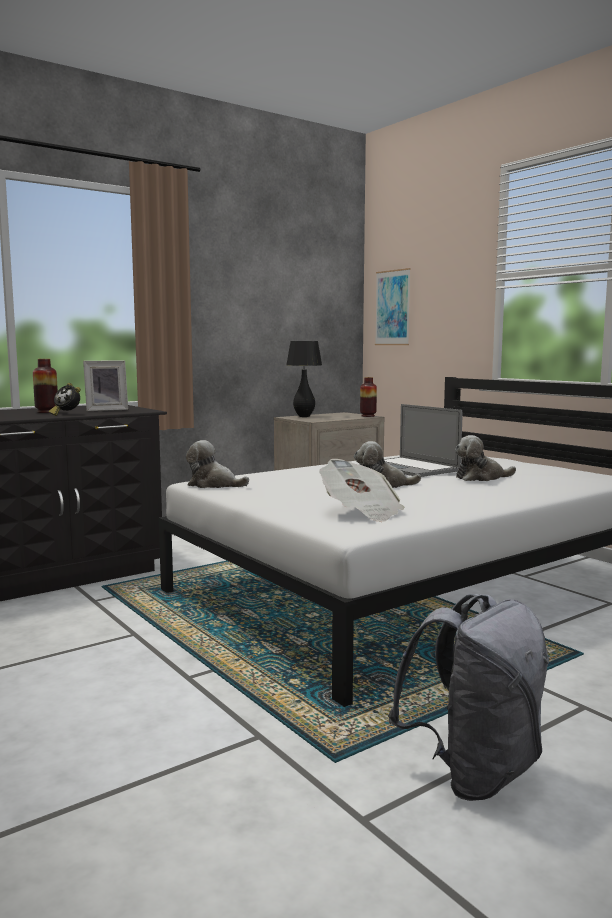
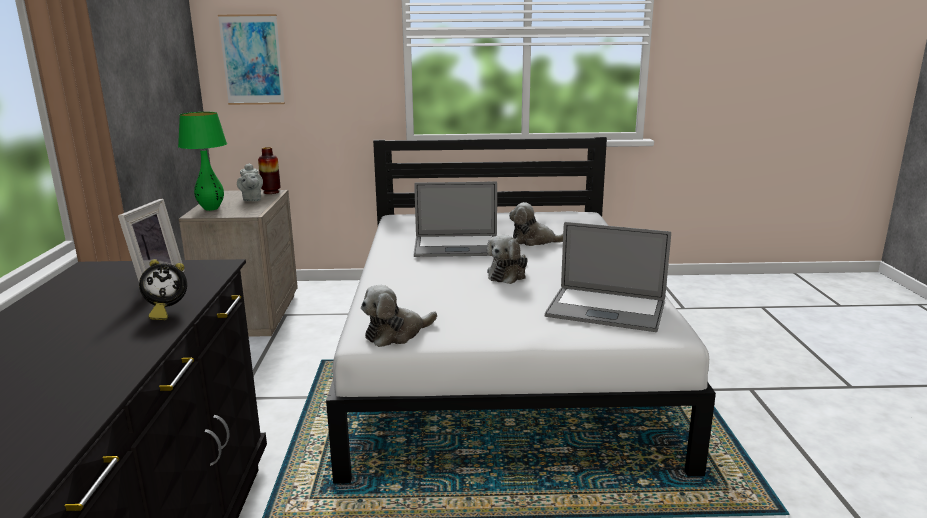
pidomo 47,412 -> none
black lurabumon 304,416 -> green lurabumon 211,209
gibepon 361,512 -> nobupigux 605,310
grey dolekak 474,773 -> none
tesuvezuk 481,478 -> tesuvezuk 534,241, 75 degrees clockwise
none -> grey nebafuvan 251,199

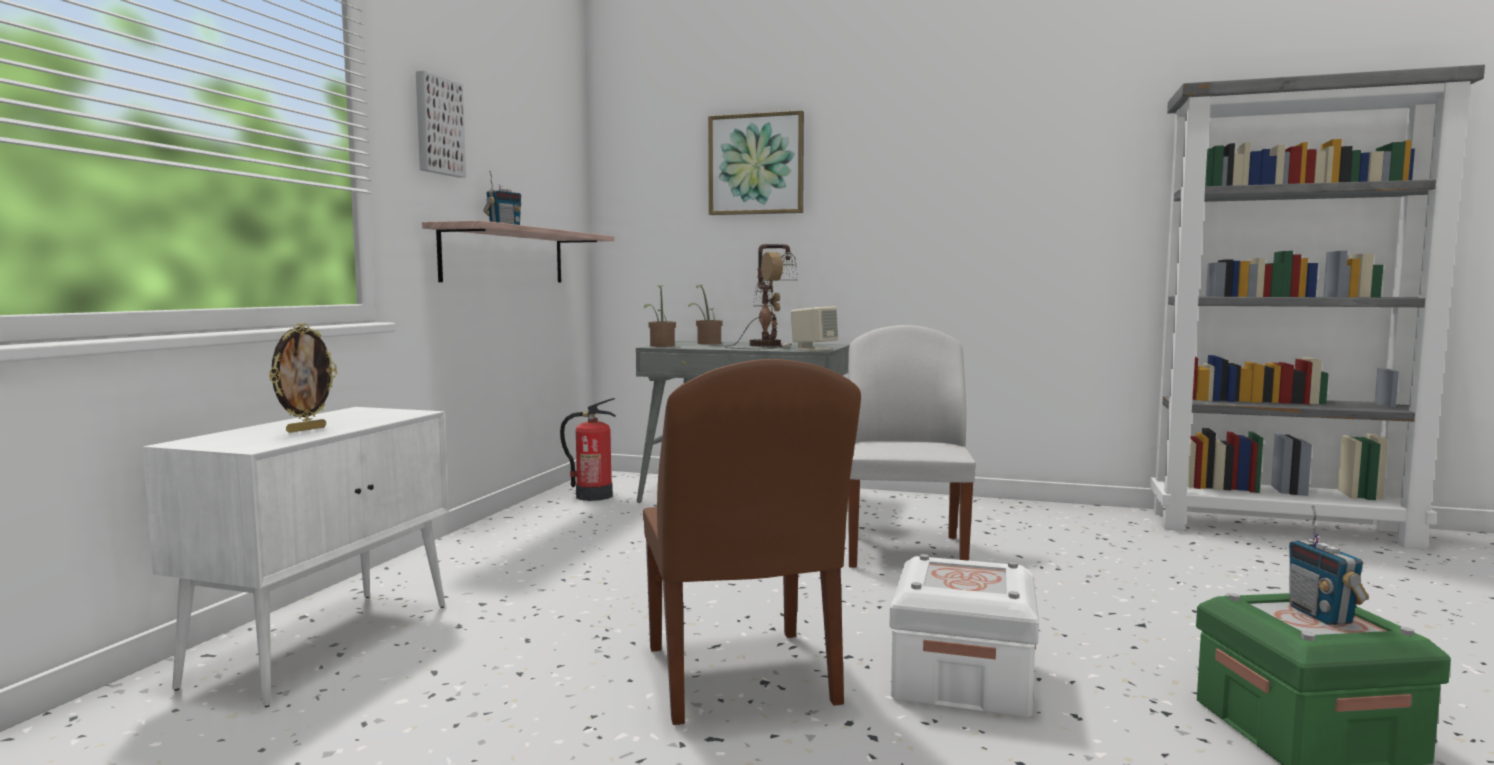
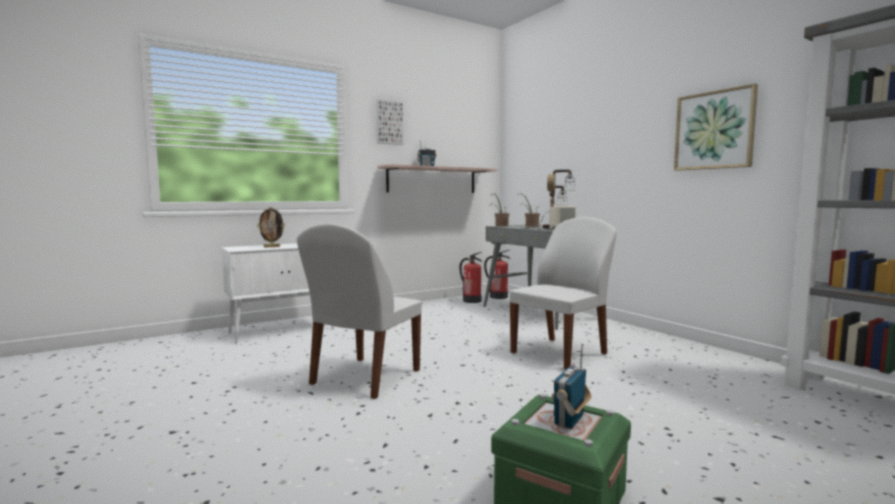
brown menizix 740,679 -> white menizix 364,378
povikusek 756,164 -> povikusek 714,130, moved
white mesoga 962,680 -> none
none -> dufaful 498,297

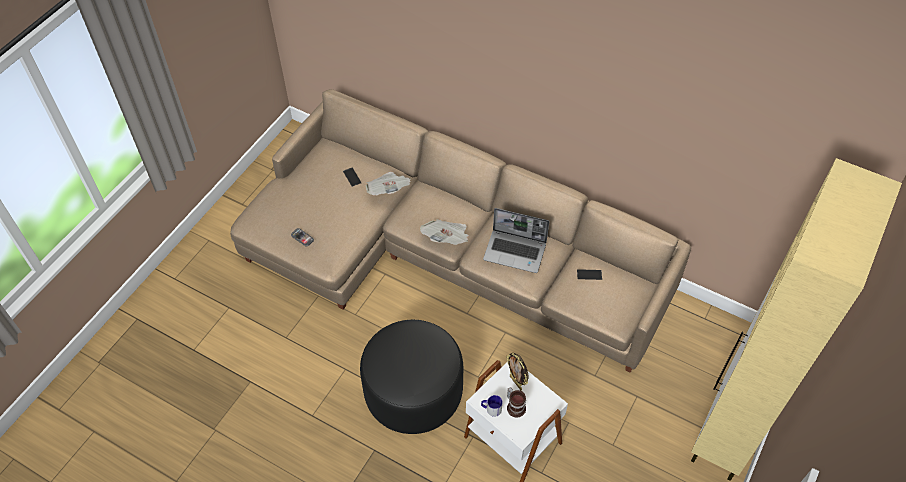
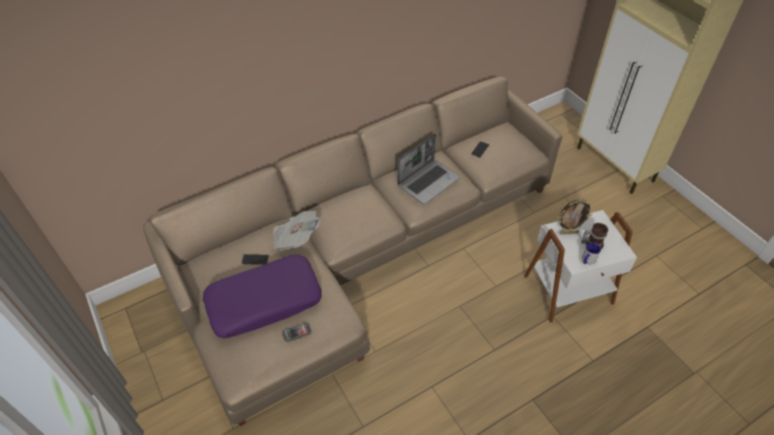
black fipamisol 414,392 -> none
gibepon 446,239 -> none
none -> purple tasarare 264,301

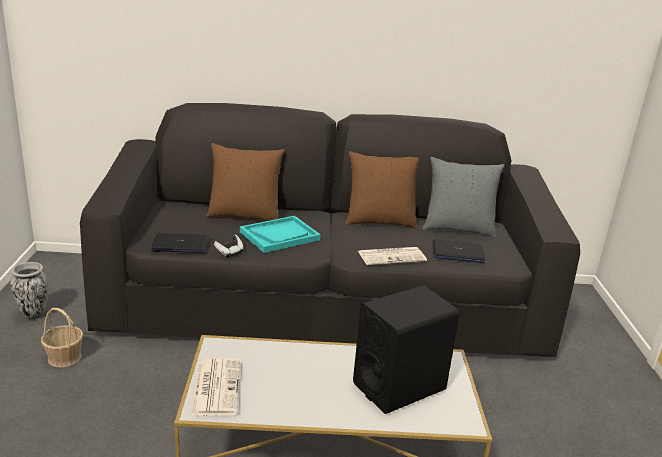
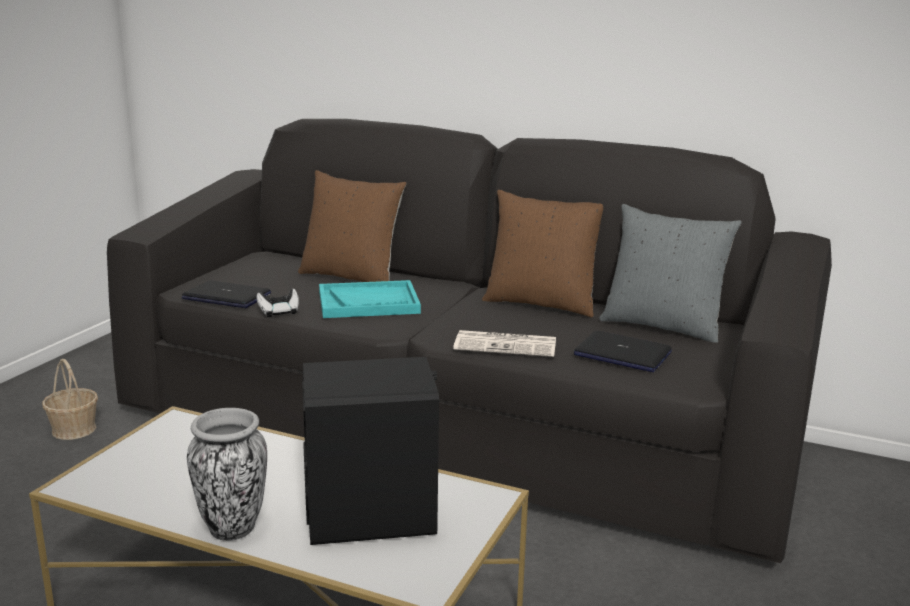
pidomo 33,314 -> pidomo 232,528, moved
gibepon 216,387 -> none

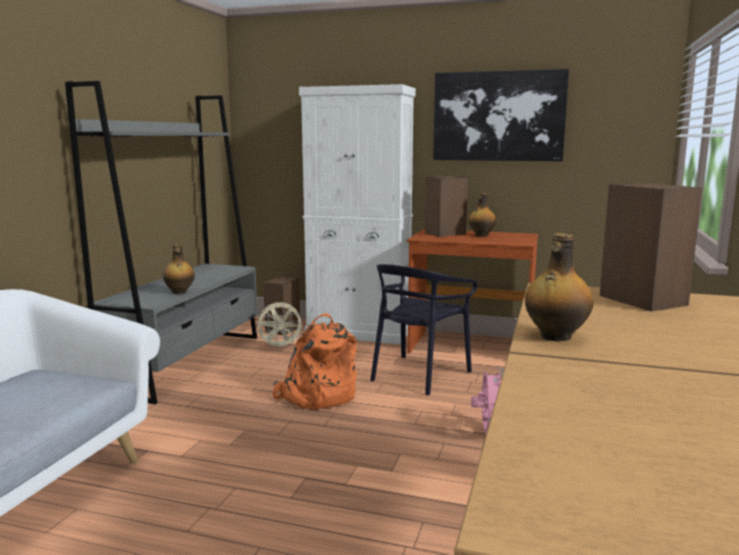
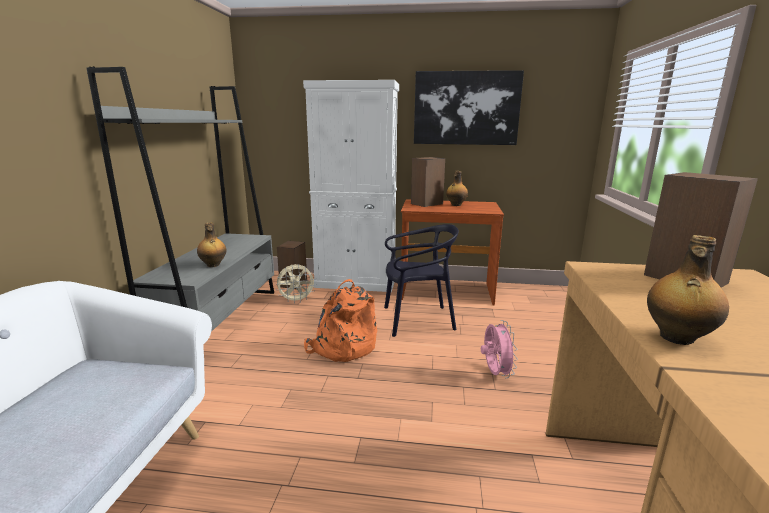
black menizix 419,375 -> black menizix 417,320, 120 degrees counterclockwise

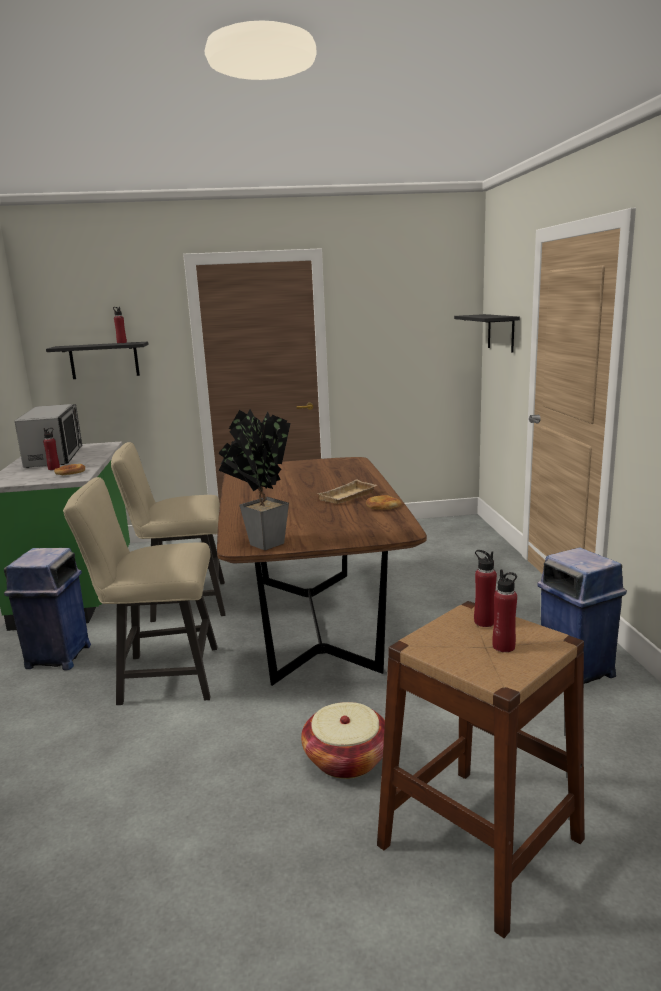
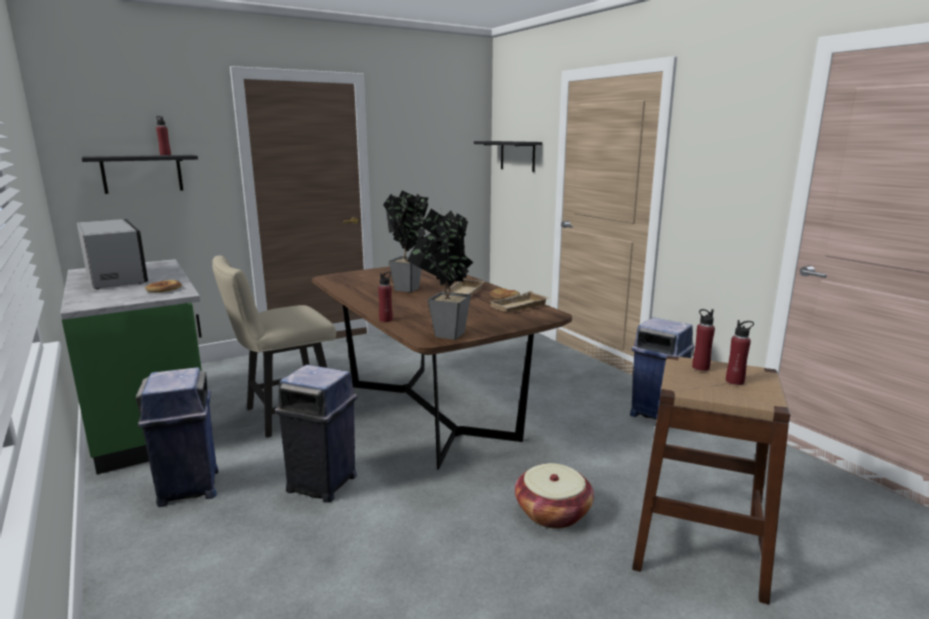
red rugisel 54,468 -> red rugisel 386,320, moved
beige menizix 160,677 -> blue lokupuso 323,484
none -> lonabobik 409,290
none -> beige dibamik 519,307

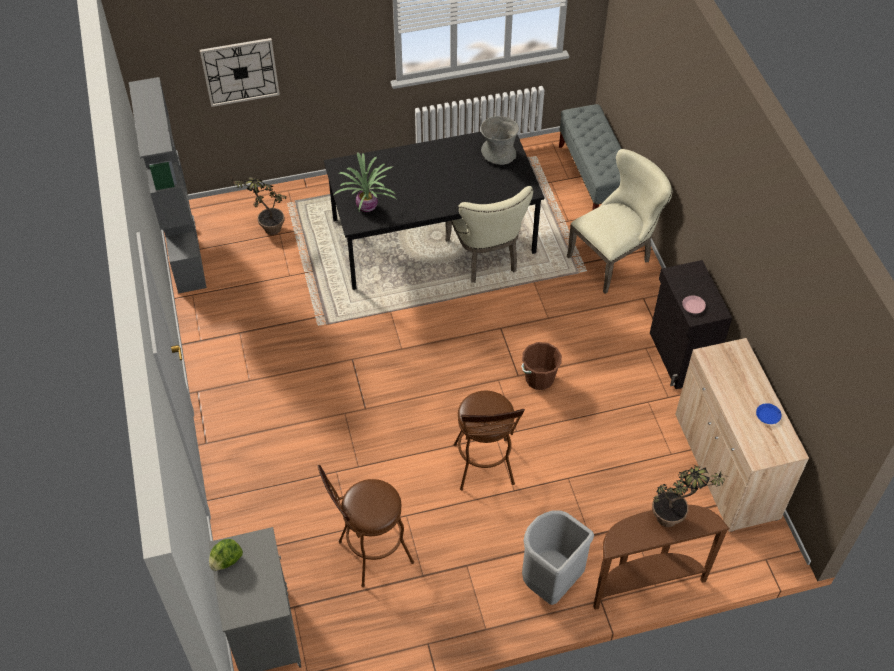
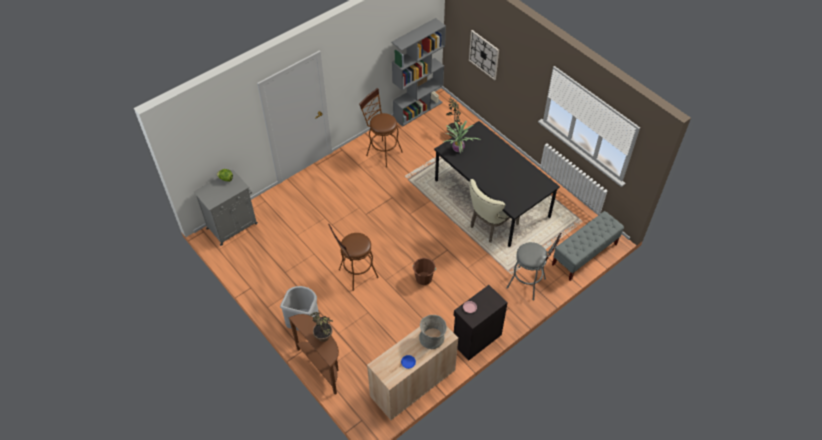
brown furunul 370,555 -> brown furunul 381,152, moved
grey pidomo 498,153 -> grey pidomo 432,338, moved
beige menizix 614,258 -> grey furunul 529,284

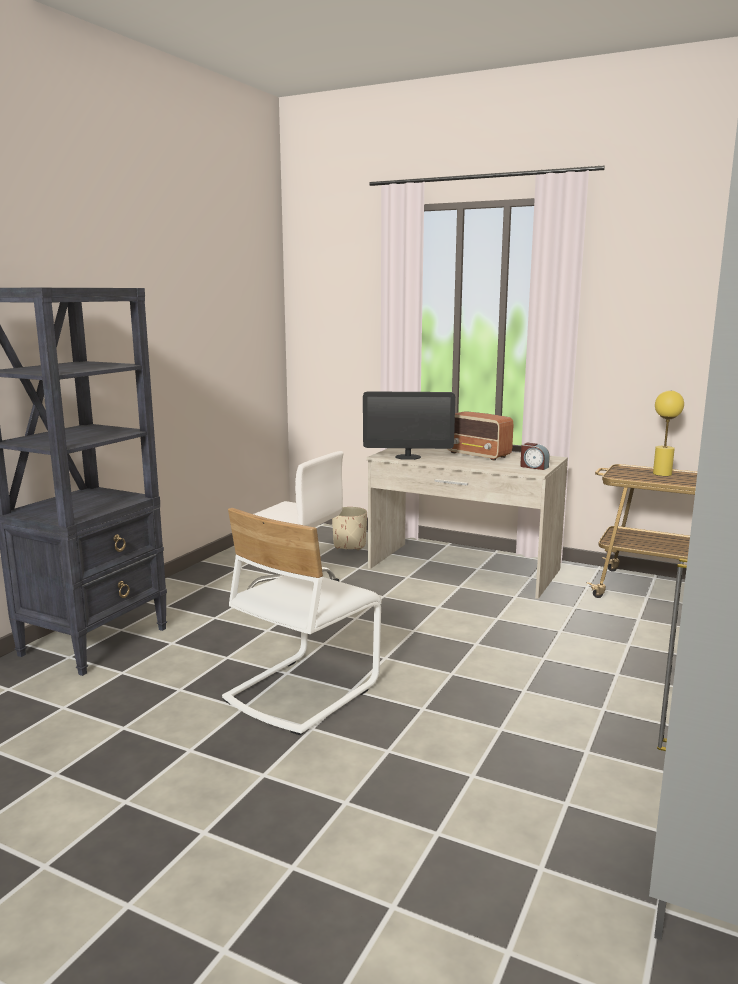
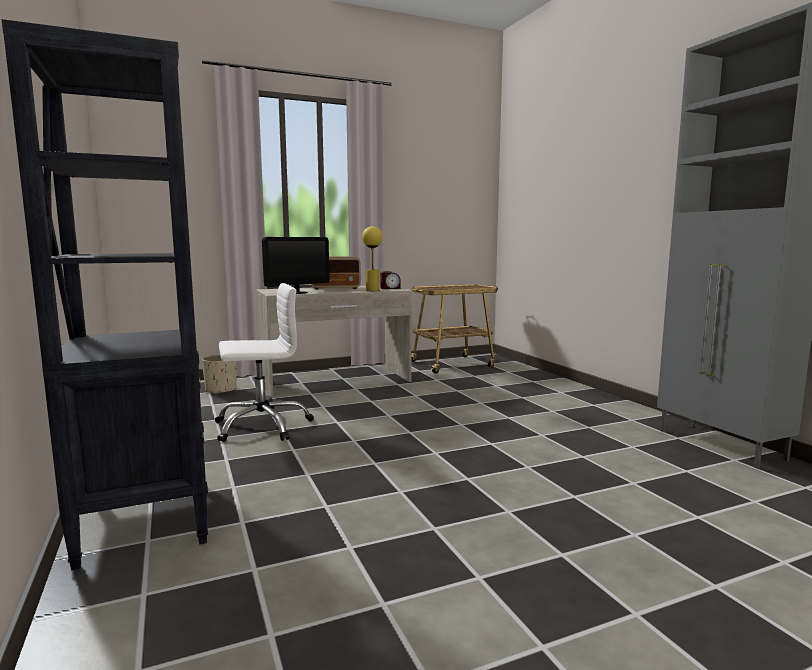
white menizix 301,691 -> none
yellow lurabumon 662,474 -> yellow lurabumon 372,290, moved

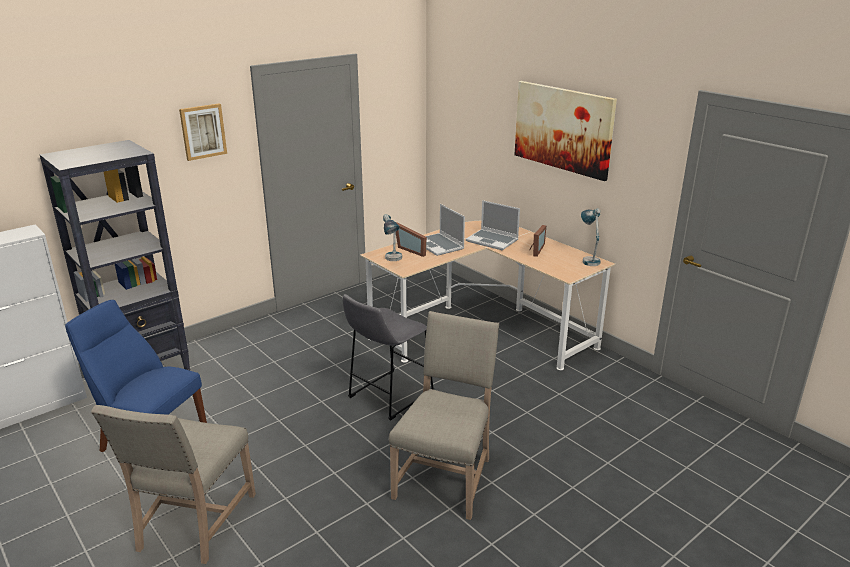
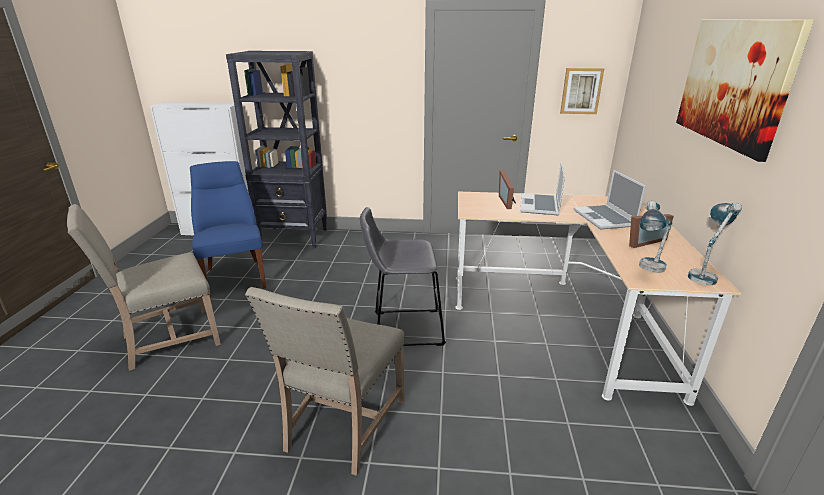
povikusek 203,131 -> povikusek 581,91, moved
lurabumon 393,261 -> lurabumon 647,270, moved
beige menizix 446,476 -> beige menizix 342,425, 135 degrees clockwise

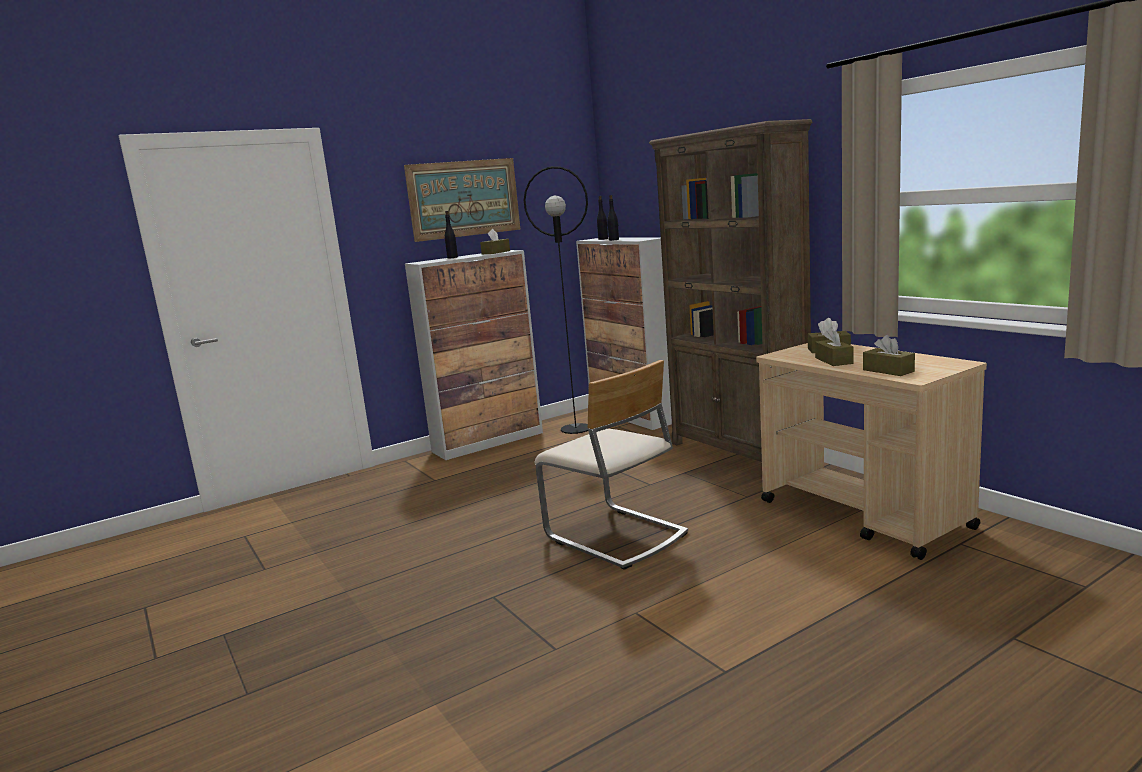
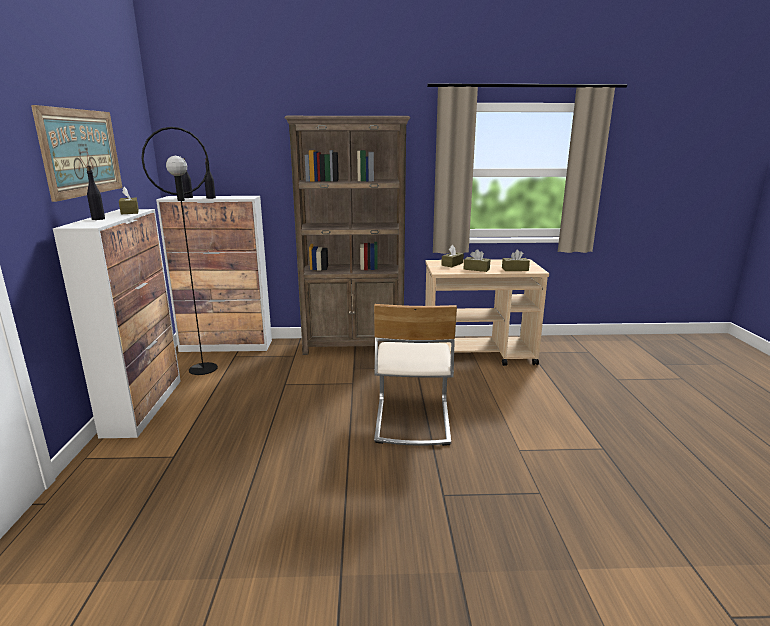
beige menizix 615,536 -> beige menizix 411,420, 105 degrees clockwise

